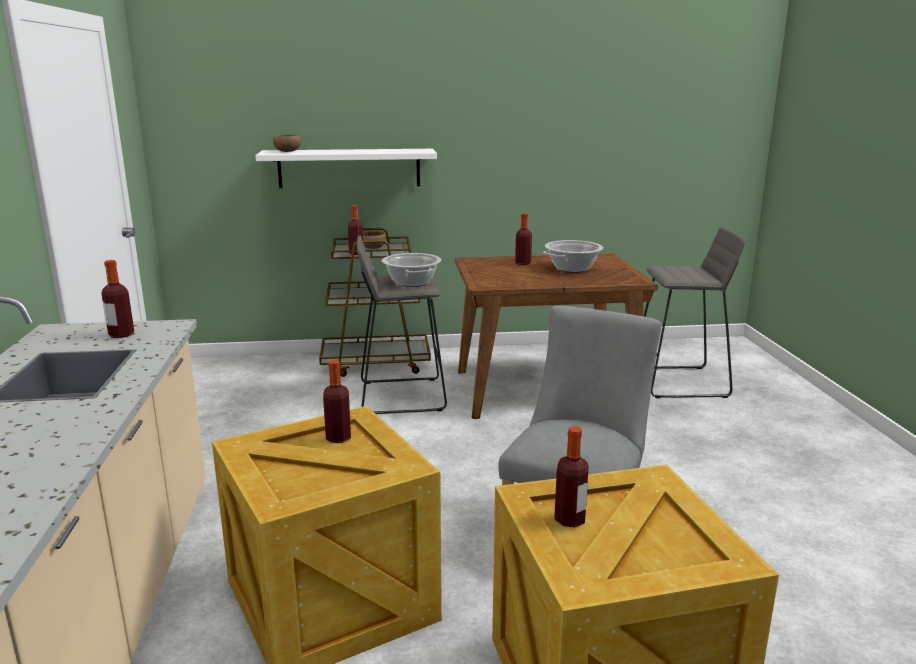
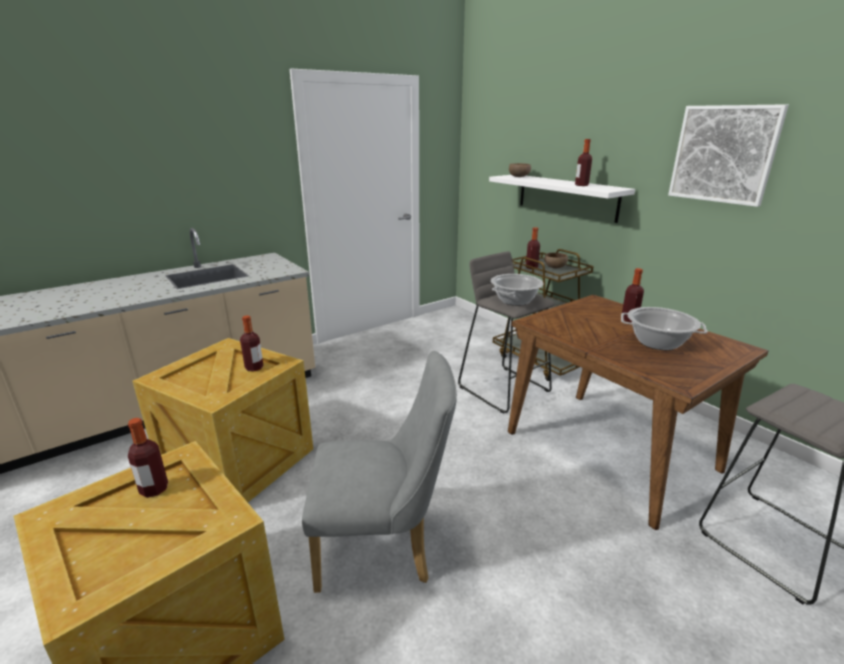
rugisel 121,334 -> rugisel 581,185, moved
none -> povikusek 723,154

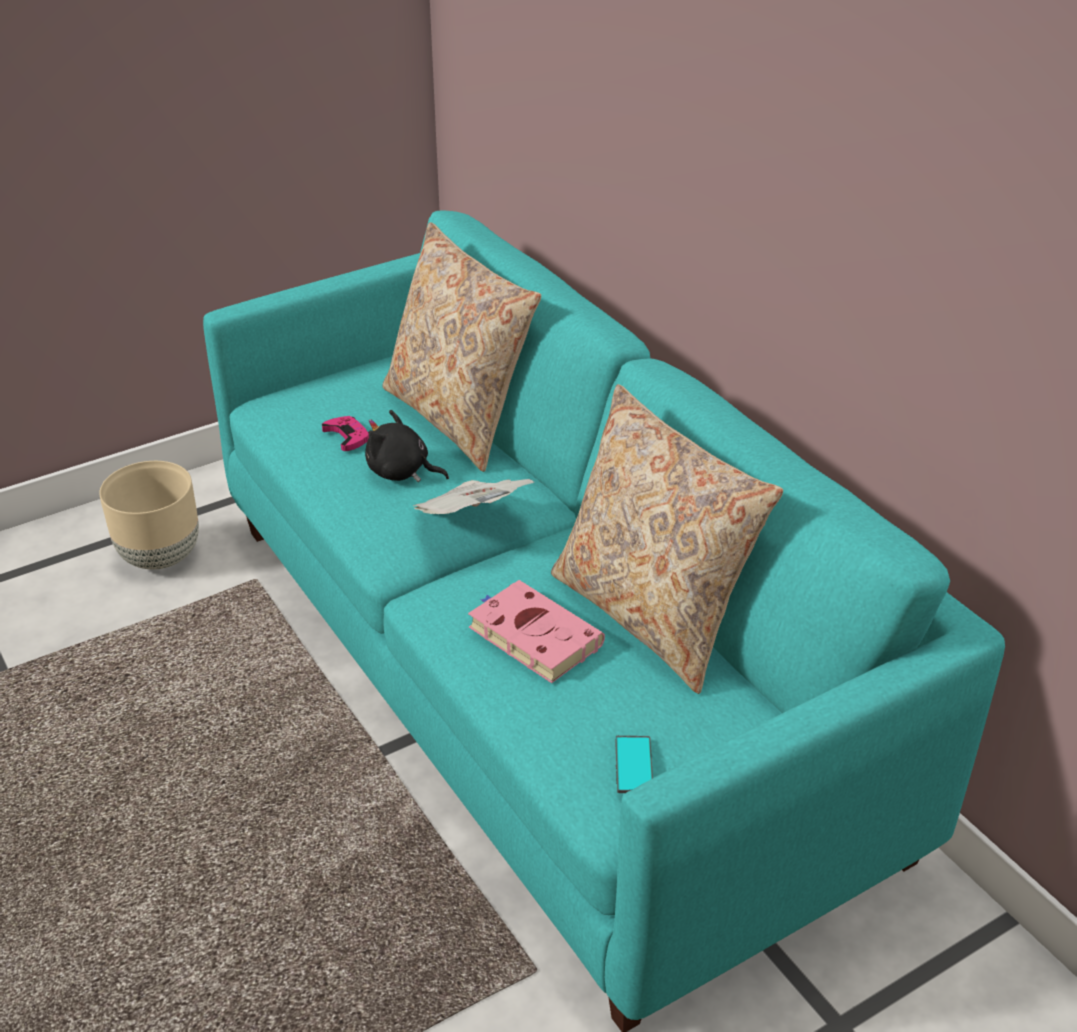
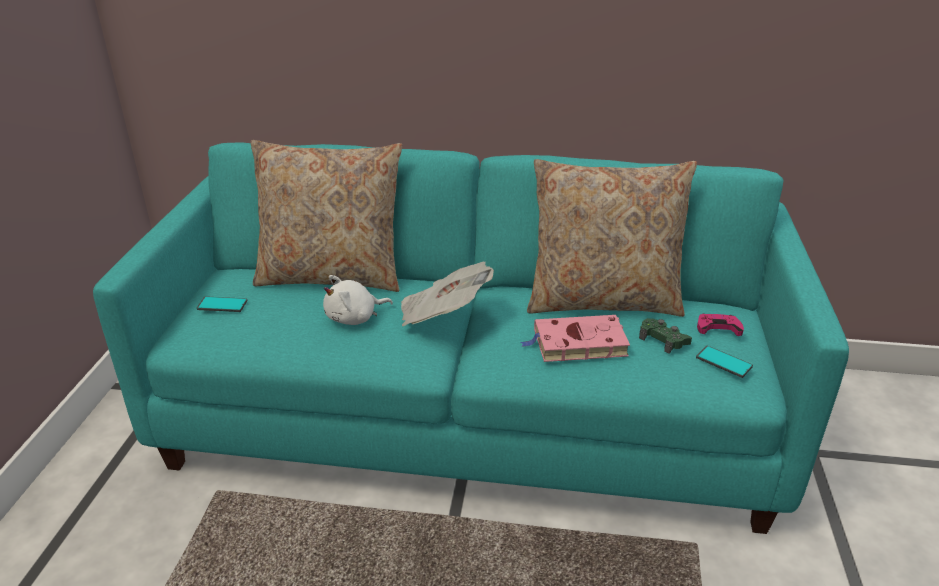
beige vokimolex 160,557 -> none
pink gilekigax 347,436 -> pink gilekigax 718,327, moved
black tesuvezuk 401,472 -> white tesuvezuk 354,318
none -> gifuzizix 222,305
none -> green gilekigax 663,340

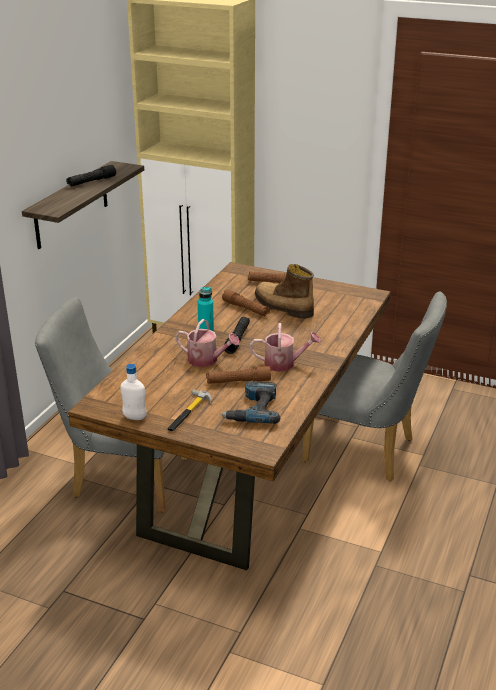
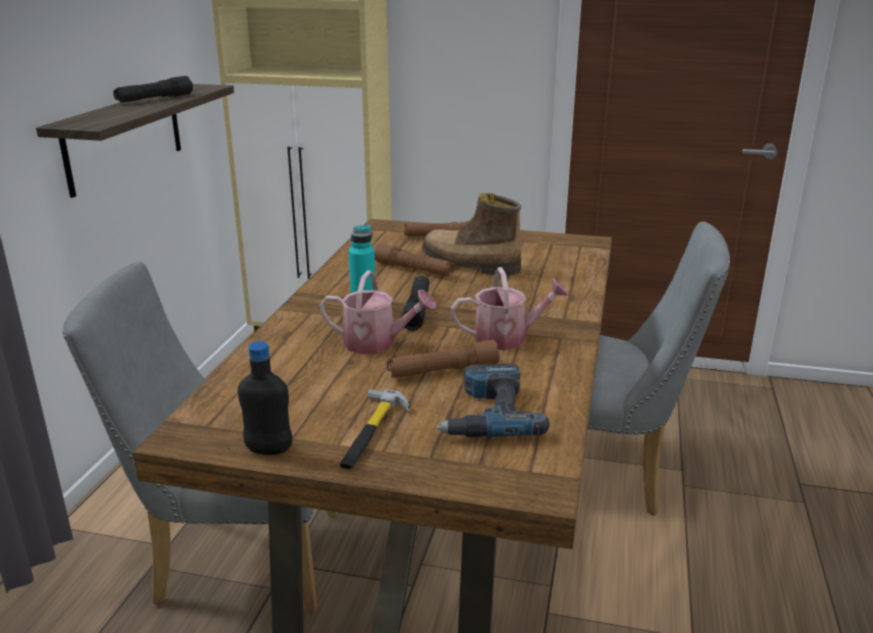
white rugisel 134,417 -> black rugisel 269,450

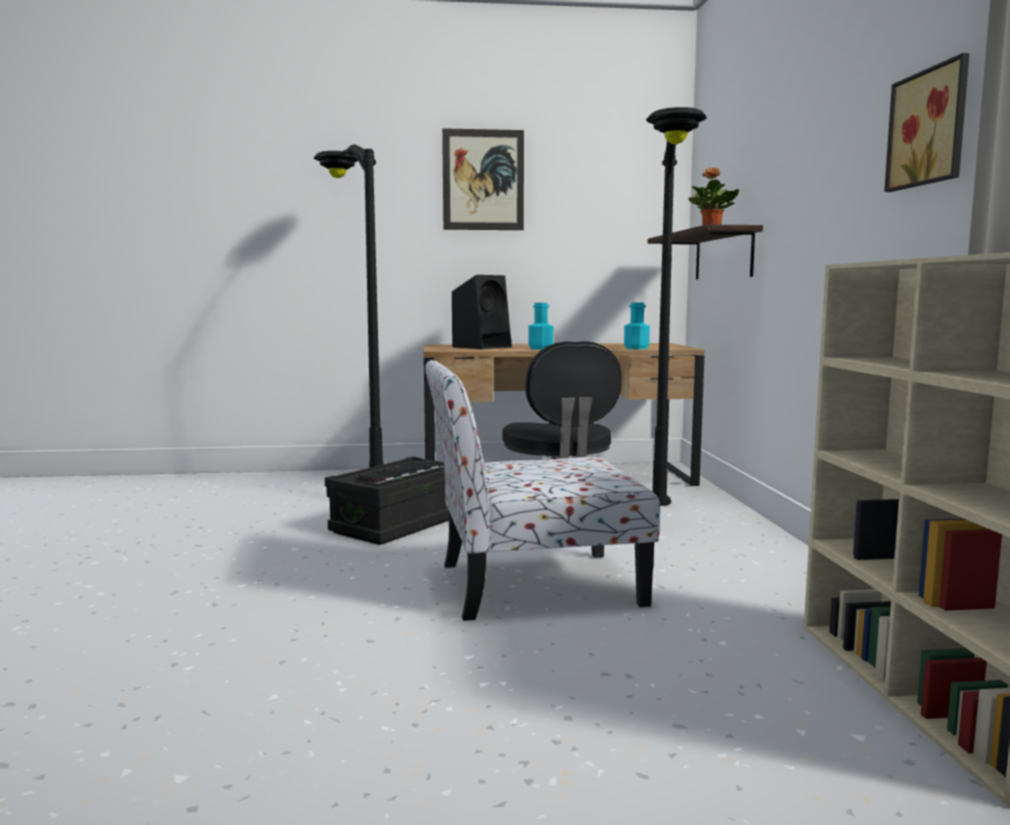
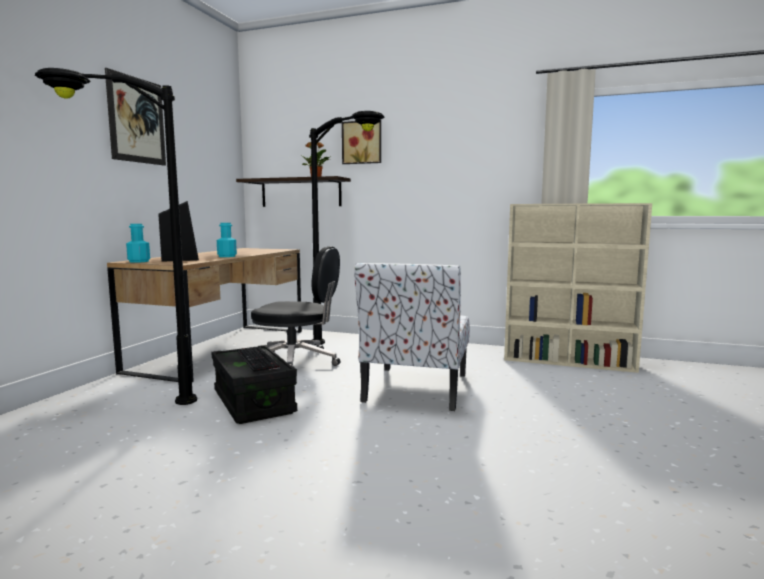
turquoise rugisel 636,348 -> turquoise rugisel 139,261, moved
povikusek 931,128 -> povikusek 362,142, moved

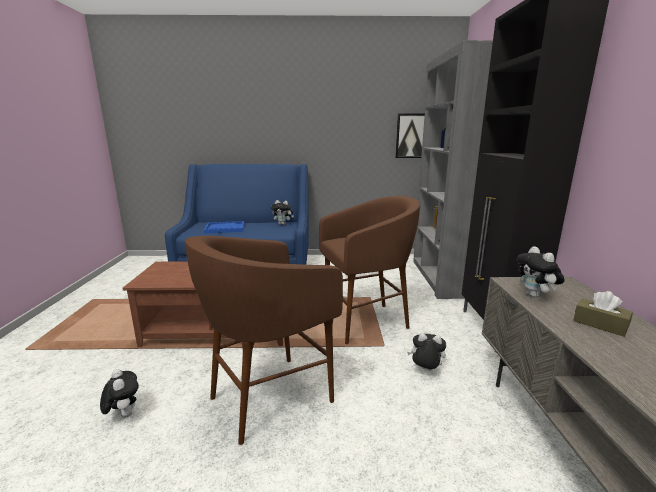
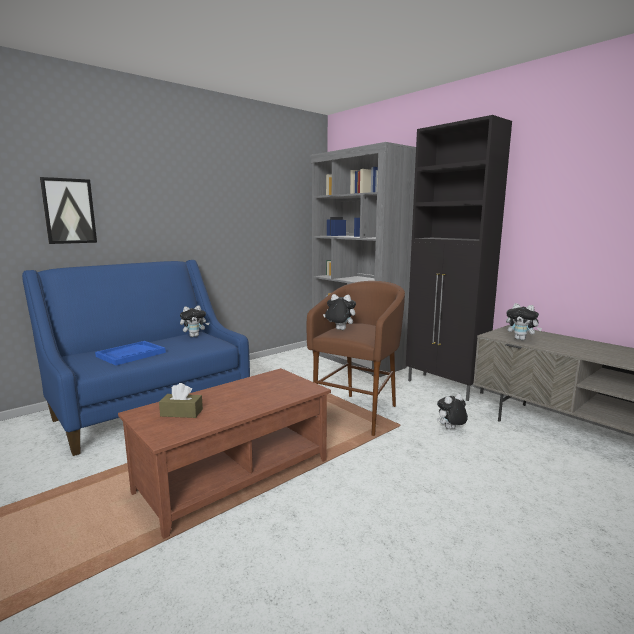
tesuvezuk 124,414 -> tesuvezuk 339,330, moved
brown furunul 269,398 -> none
povikusek 410,136 -> povikusek 69,211, moved
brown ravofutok 600,324 -> brown ravofutok 181,413, moved

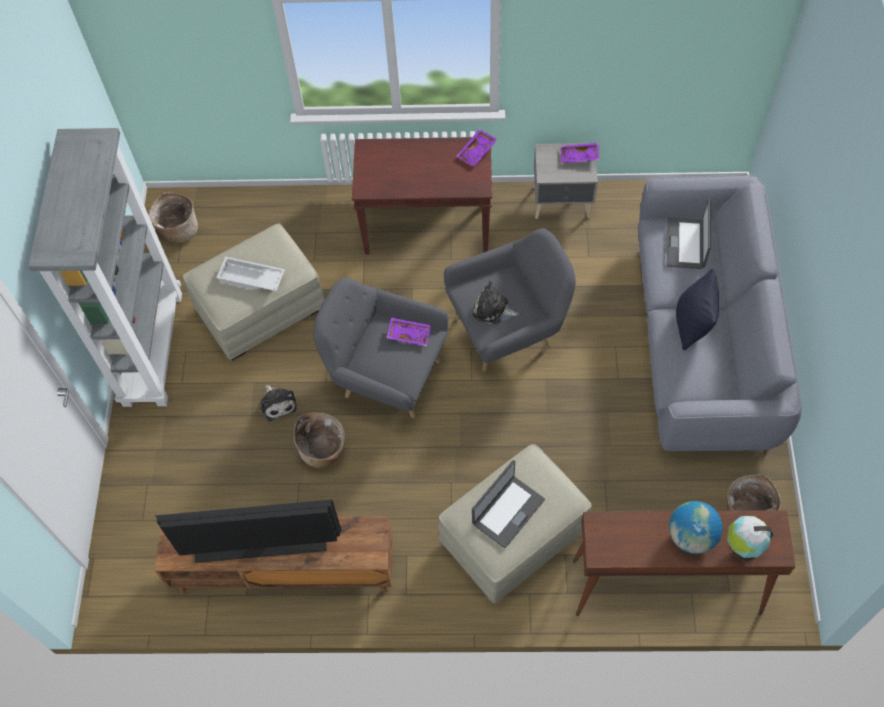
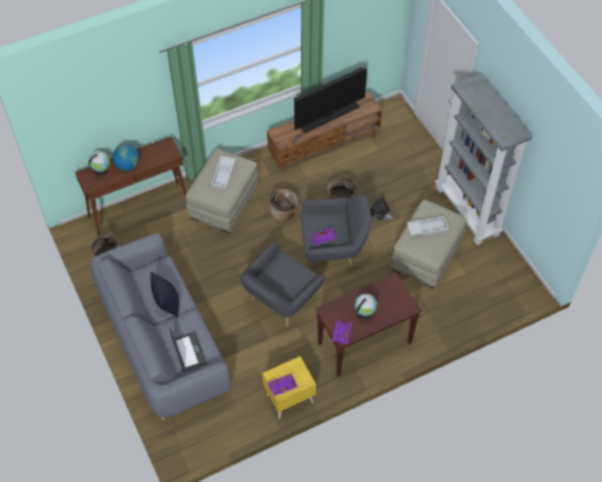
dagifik 178,230 -> dagifik 284,213, moved
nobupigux 507,511 -> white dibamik 224,174
tesuvezuk 493,310 -> none
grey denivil 562,203 -> yellow denivil 288,398
none -> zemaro 364,312

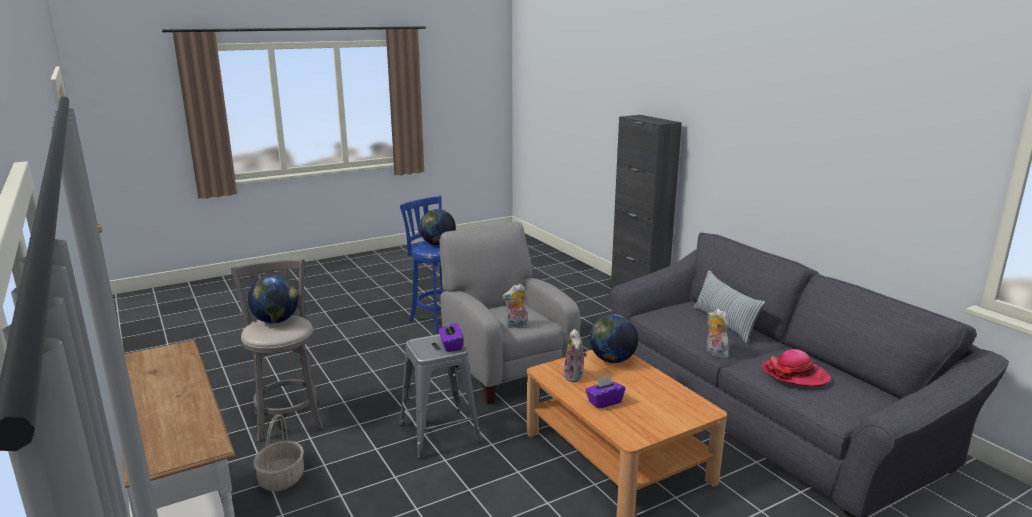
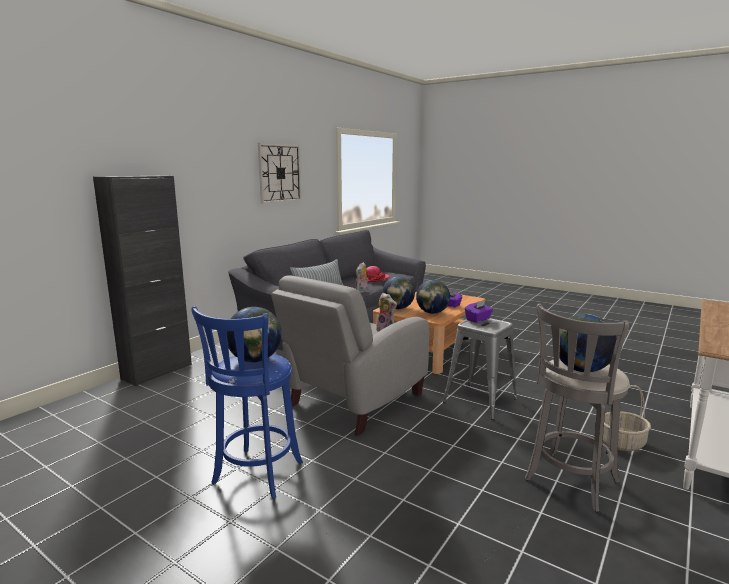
tesuvezuk 575,376 -> zemaro 432,313
none -> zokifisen 280,173

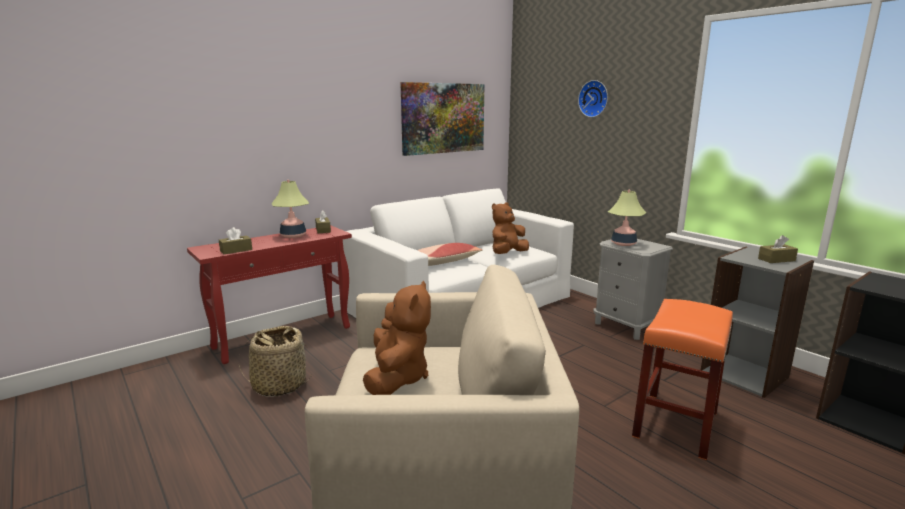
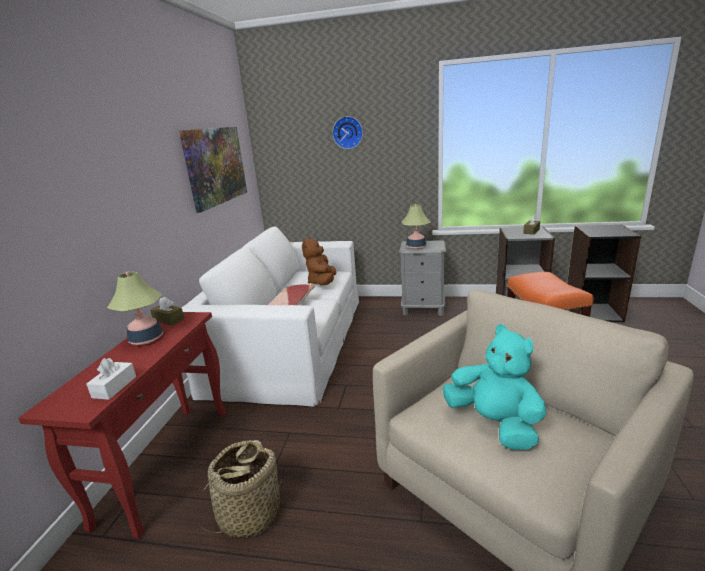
brown ravofutok 236,250 -> white ravofutok 114,387
brown tesuvezuk 397,377 -> turquoise tesuvezuk 494,424

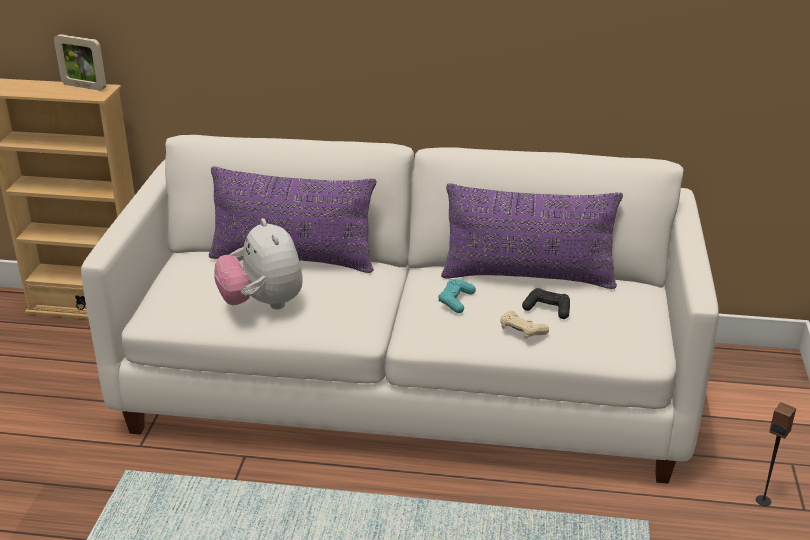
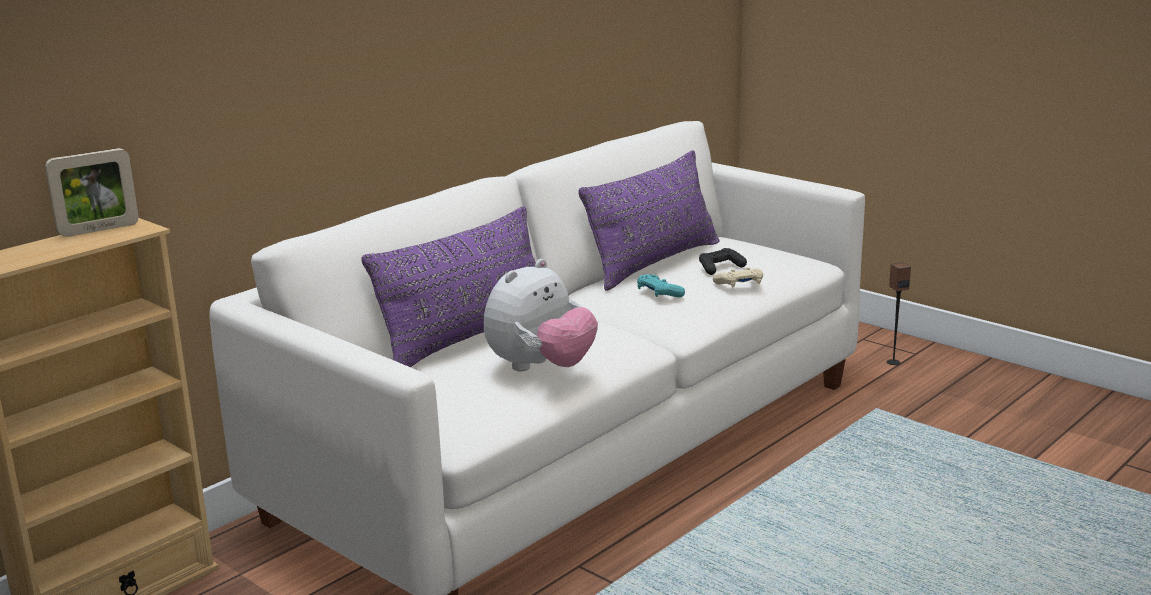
tesuvezuk 262,304 -> tesuvezuk 540,368, 60 degrees counterclockwise

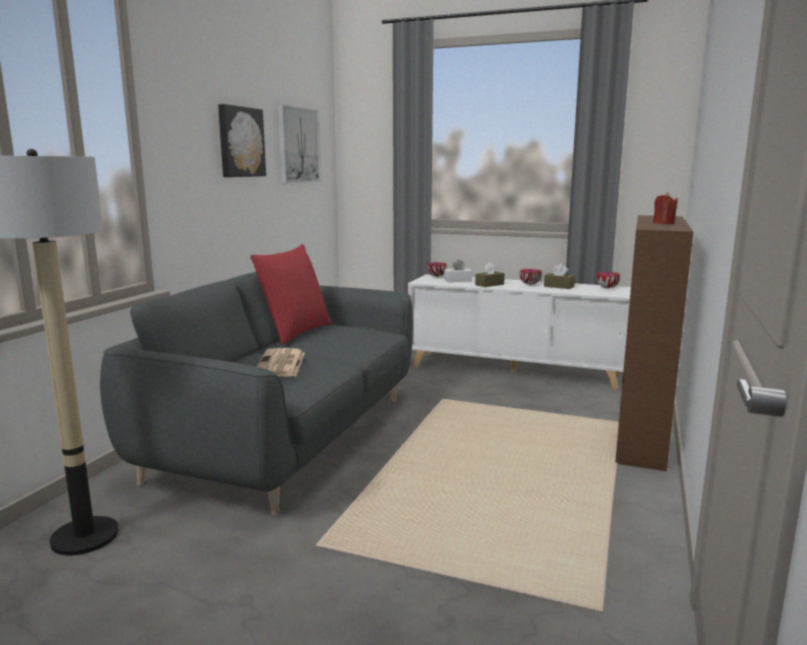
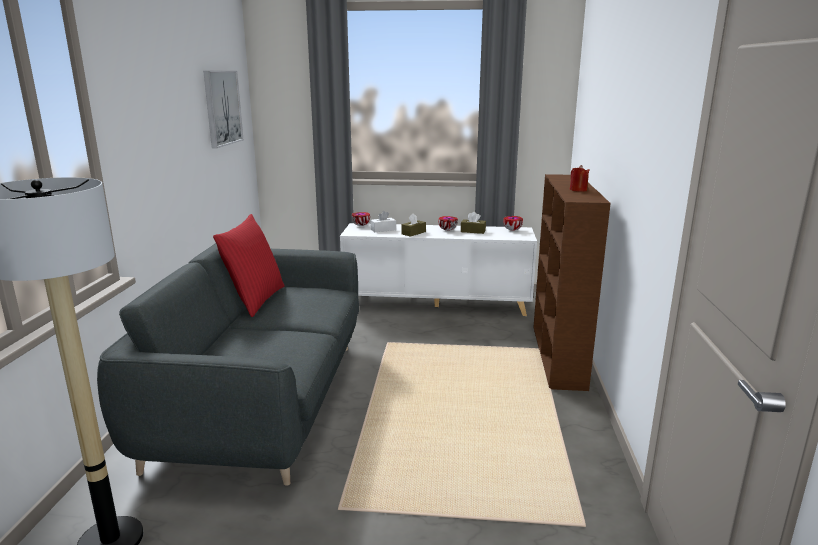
povikusek 240,142 -> none
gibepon 280,364 -> none

